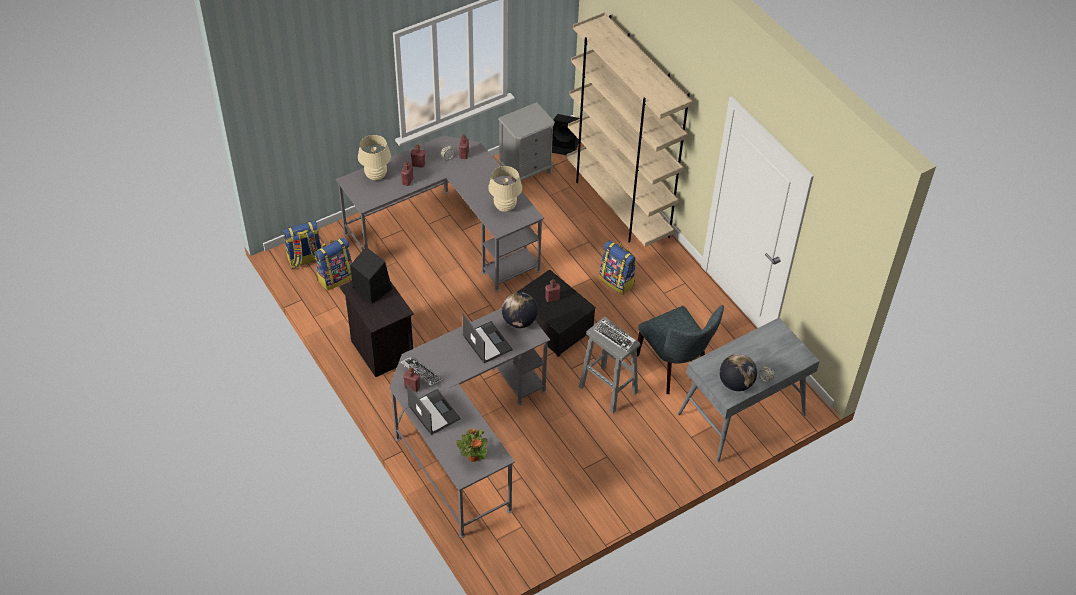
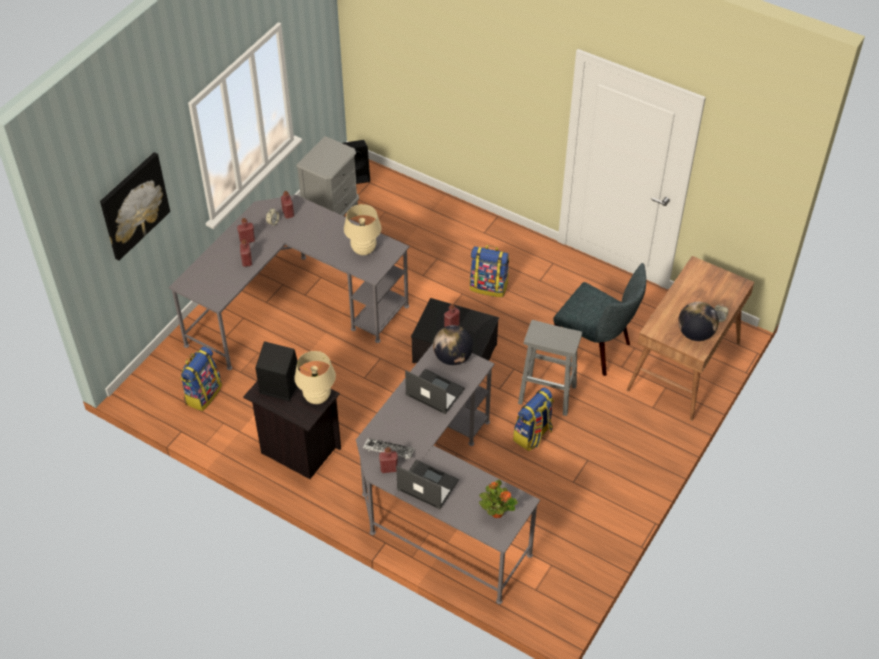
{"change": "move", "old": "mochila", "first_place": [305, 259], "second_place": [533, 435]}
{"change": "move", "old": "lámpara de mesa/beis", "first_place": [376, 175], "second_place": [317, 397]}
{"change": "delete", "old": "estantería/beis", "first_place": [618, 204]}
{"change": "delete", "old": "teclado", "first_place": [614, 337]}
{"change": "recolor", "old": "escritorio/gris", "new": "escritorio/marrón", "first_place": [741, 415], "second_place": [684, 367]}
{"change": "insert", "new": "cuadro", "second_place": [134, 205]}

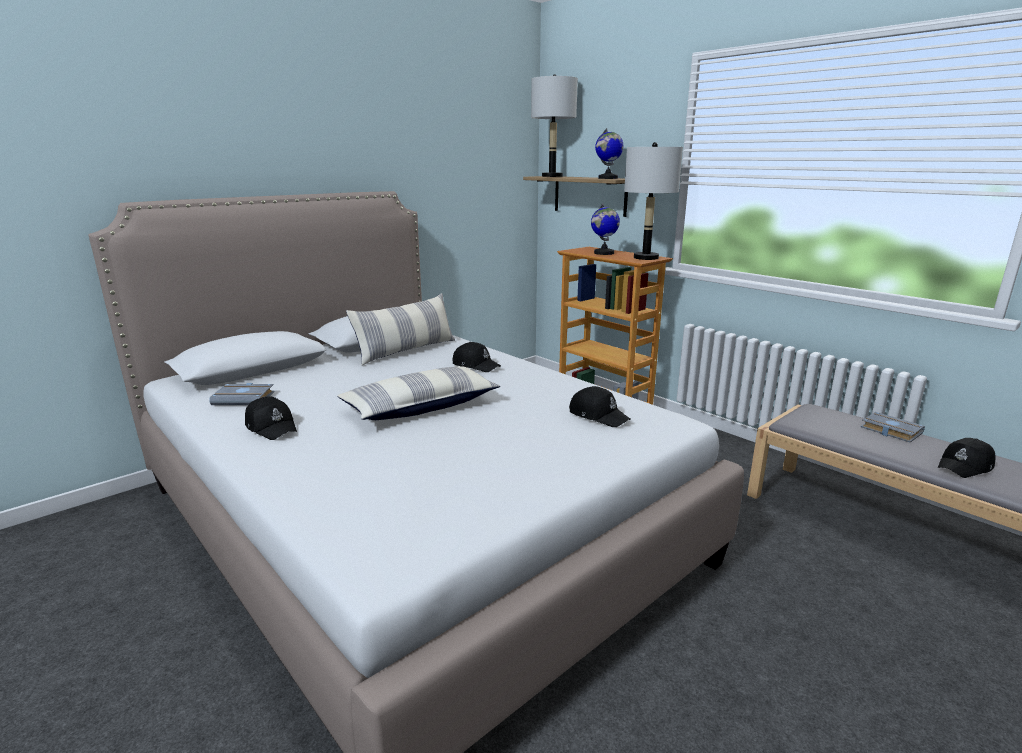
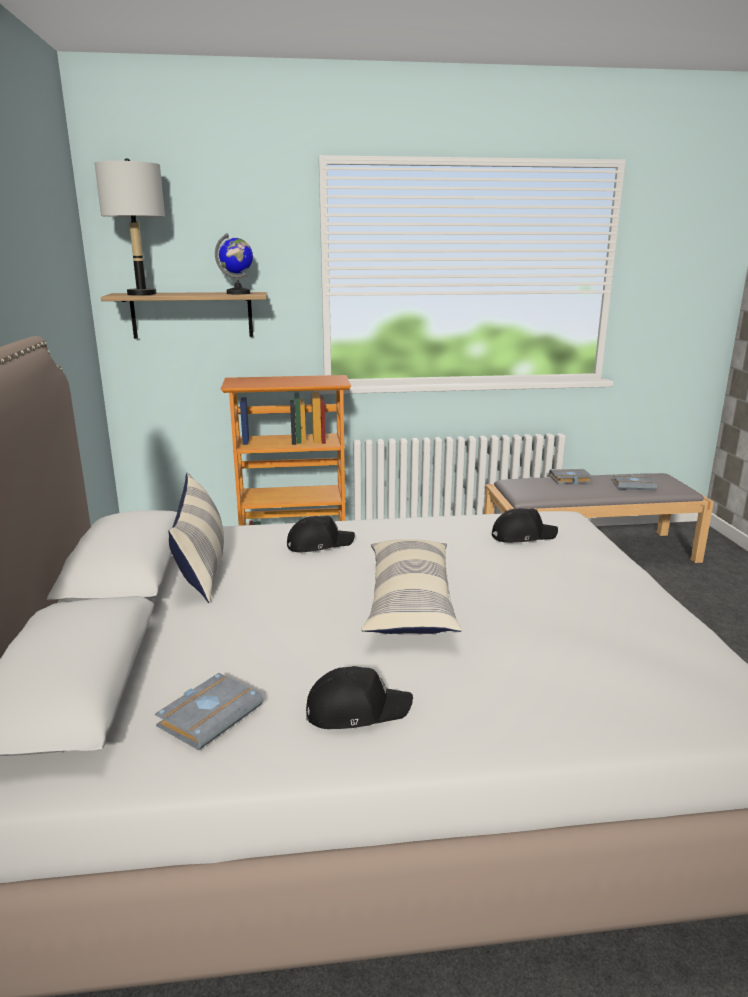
{"change": "delete", "old": "globo terráqueo", "first_place": [603, 253]}
{"change": "delete", "old": "lámpara de mesa/gris", "first_place": [646, 258]}
{"change": "replace", "old": "gorra/negro", "new": "libro/gris", "first_place": [965, 466], "second_place": [634, 485]}

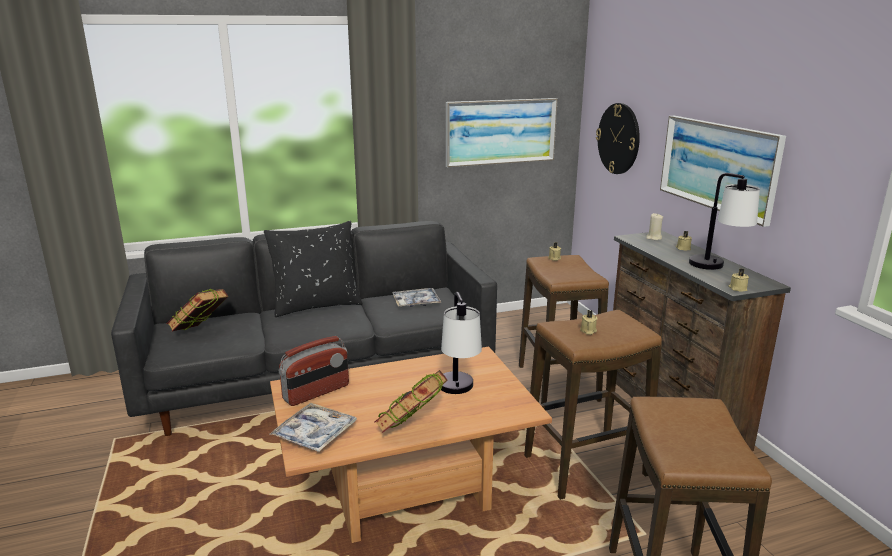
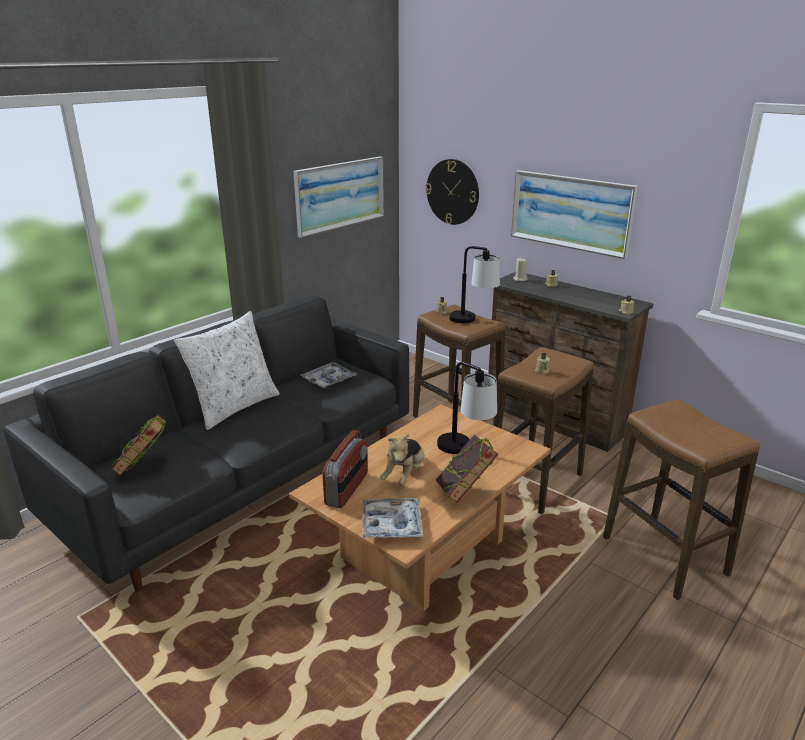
{"change": "recolor", "old": "cojín/negro", "new": "cojín/blanco", "first_place": [316, 305], "second_place": [234, 407]}
{"change": "move", "old": "lámpara de mesa", "first_place": [717, 269], "second_place": [472, 321]}
{"change": "insert", "new": "peluche", "second_place": [404, 475]}

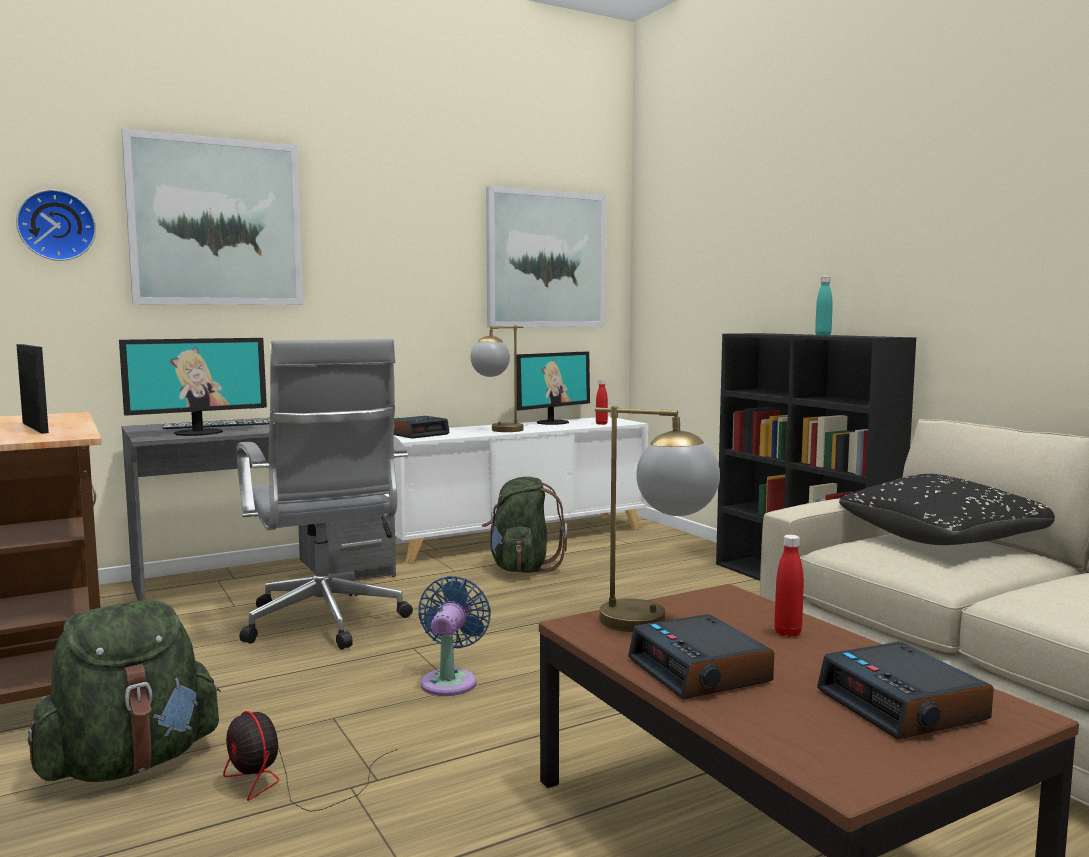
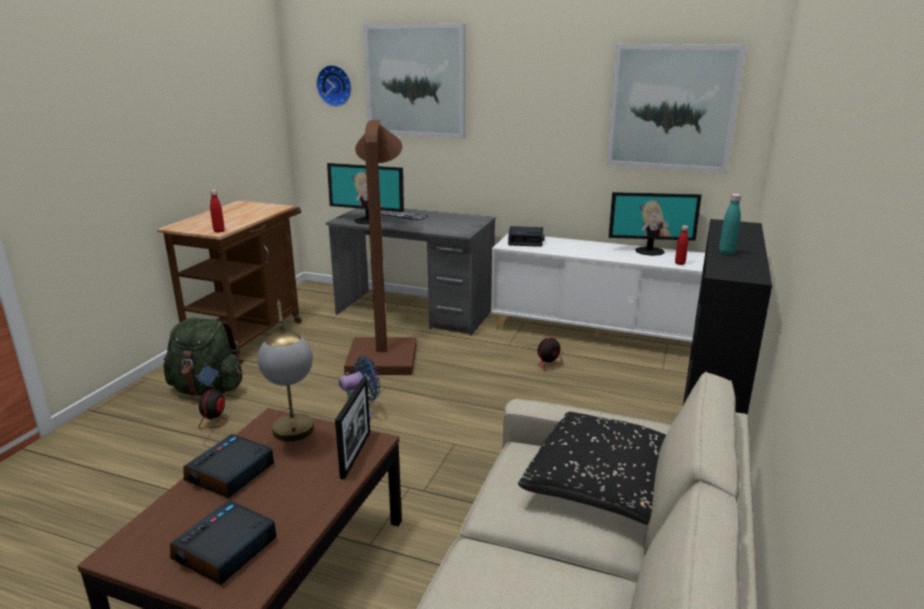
{"change": "move", "old": "portarretratos", "first_place": [35, 427], "second_place": [355, 454]}
{"change": "replace", "old": "silla de oficina/gris", "new": "lámpara de pie/marrón", "first_place": [325, 624], "second_place": [383, 353]}
{"change": "delete", "old": "lámpara de mesa", "first_place": [498, 431]}
{"change": "replace", "old": "mochila/verde", "new": "ventilador", "first_place": [522, 568], "second_place": [546, 360]}
{"change": "move", "old": "botella/rojo", "first_place": [787, 633], "second_place": [219, 231]}

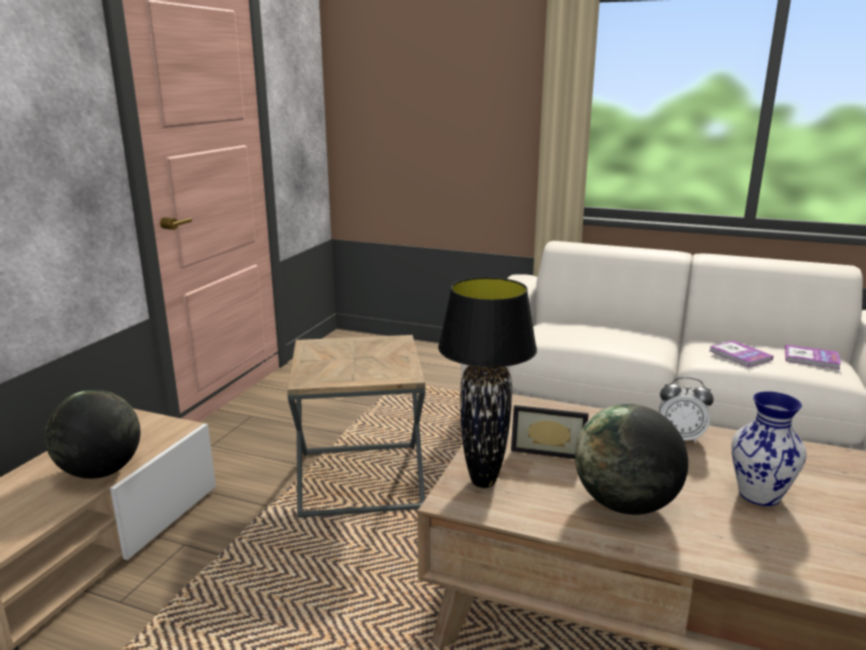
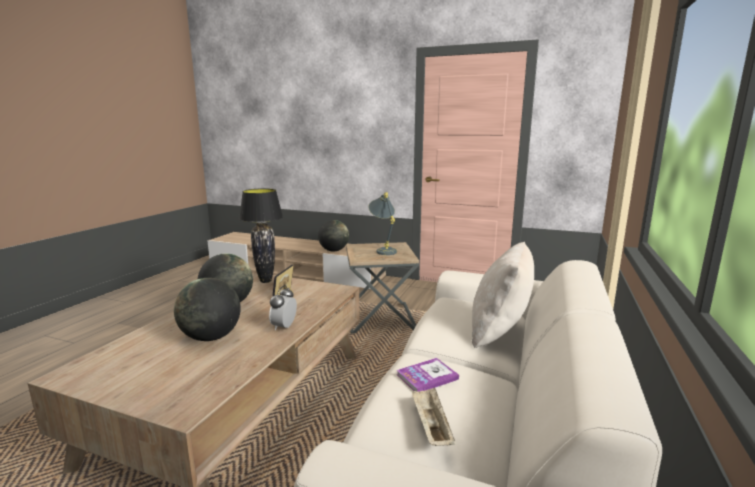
{"change": "replace", "old": "florero", "new": "globo terráqueo", "first_place": [758, 494], "second_place": [211, 337]}
{"change": "replace", "old": "libro", "new": "bandeja/beis", "first_place": [811, 358], "second_place": [431, 427]}
{"change": "insert", "new": "lámpara de mesa/gris", "second_place": [383, 250]}
{"change": "insert", "new": "cojín/beis", "second_place": [499, 331]}

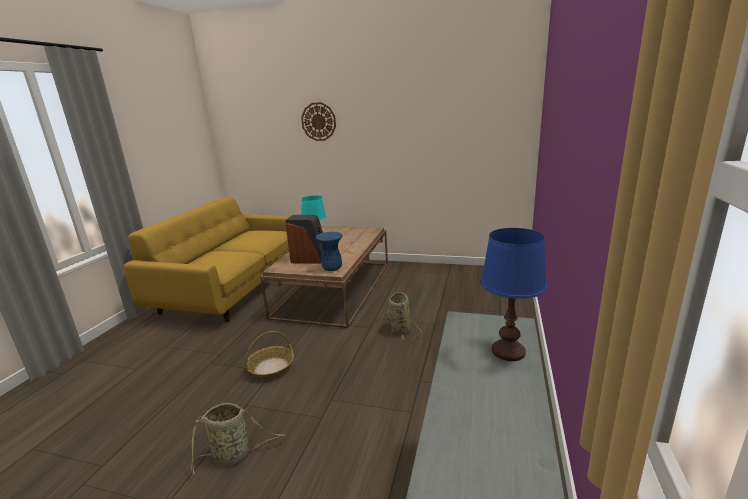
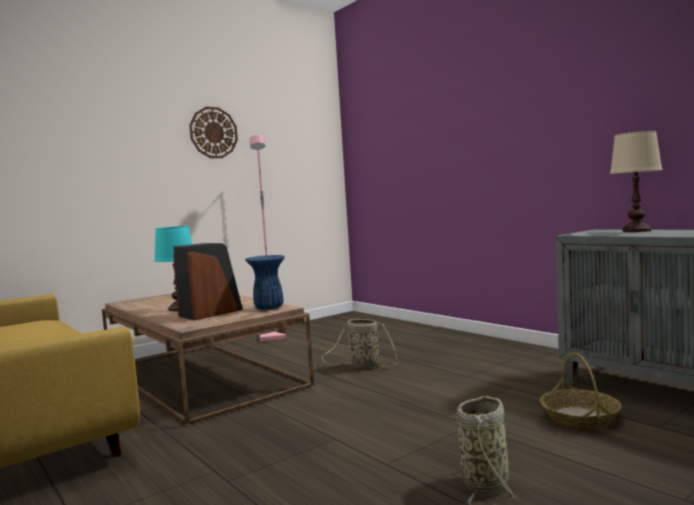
{"change": "move", "old": "cesta", "first_place": [271, 368], "second_place": [580, 417]}
{"change": "move", "old": "reloj de pared", "first_place": [318, 121], "second_place": [213, 132]}
{"change": "recolor", "old": "lámpara de mesa/azul", "new": "lámpara de mesa/beis", "first_place": [508, 351], "second_place": [636, 231]}
{"change": "insert", "new": "lámpara de pie/rosa", "second_place": [273, 337]}

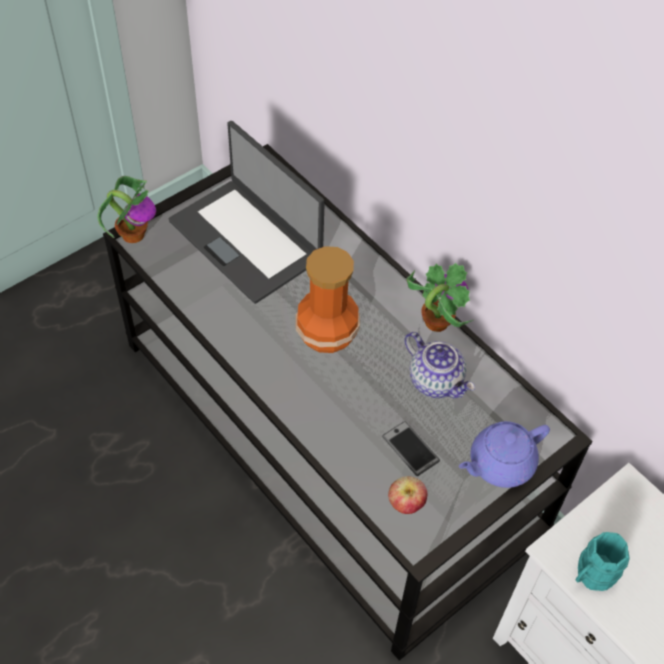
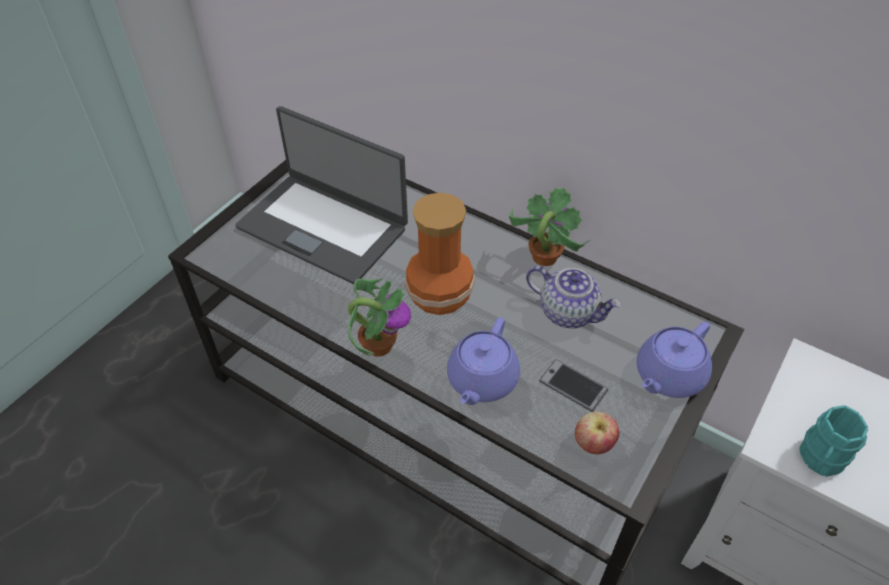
{"change": "move", "old": "planta en maceta", "first_place": [133, 234], "second_place": [378, 344]}
{"change": "insert", "new": "tetera/morado", "second_place": [481, 380]}

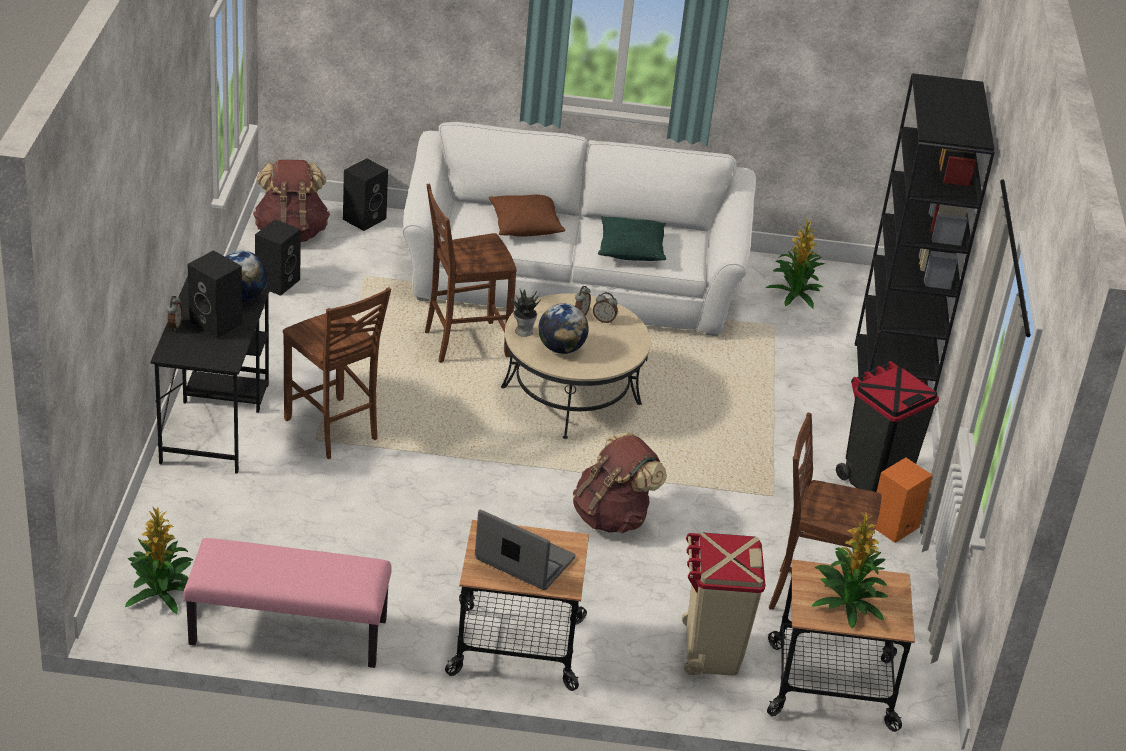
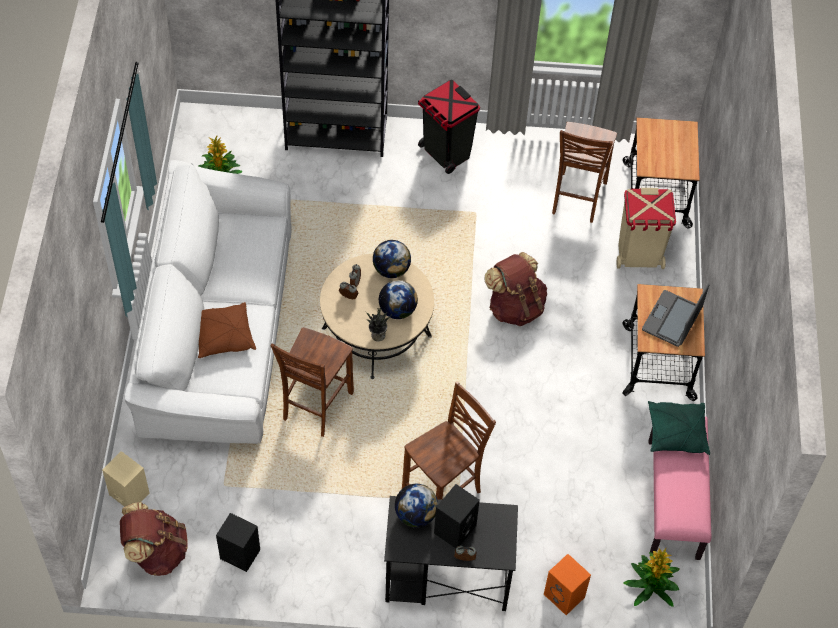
{"change": "recolor", "old": "altavoz/negro", "new": "altavoz/beis", "first_place": [364, 218], "second_place": [128, 494]}
{"change": "rotate", "old": "silla/marrón", "first_place": [464, 343], "second_place": [315, 407], "degrees": 45}
{"change": "move", "old": "cojín/verde", "first_place": [630, 249], "second_place": [676, 433]}
{"change": "delete", "old": "planta en maceta", "first_place": [847, 603]}
{"change": "move", "old": "altavoz/naranja", "first_place": [894, 527], "second_place": [565, 596]}
{"change": "insert", "new": "globo terráqueo", "second_place": [391, 269]}

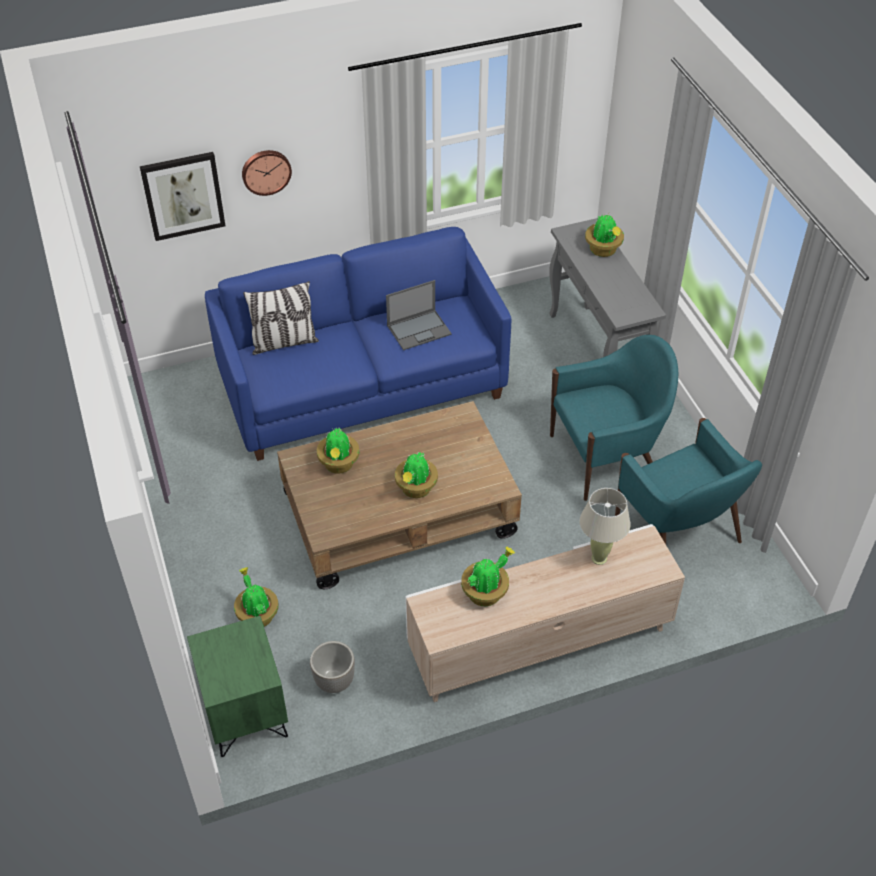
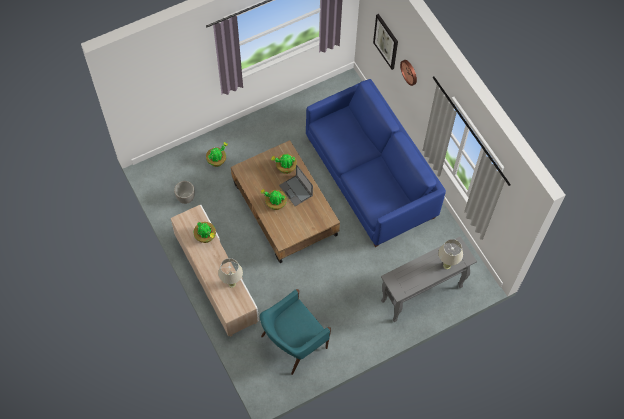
{"change": "delete", "old": "mesita de noche/verde", "first_place": [244, 714]}
{"change": "delete", "old": "cojín", "first_place": [284, 343]}
{"change": "move", "old": "portátil", "first_place": [419, 329], "second_place": [296, 191]}
{"change": "delete", "old": "sillón/turquesa", "first_place": [606, 457]}
{"change": "replace", "old": "planta en maceta", "new": "lámpara de mesa/beis", "first_place": [603, 250], "second_place": [446, 266]}

